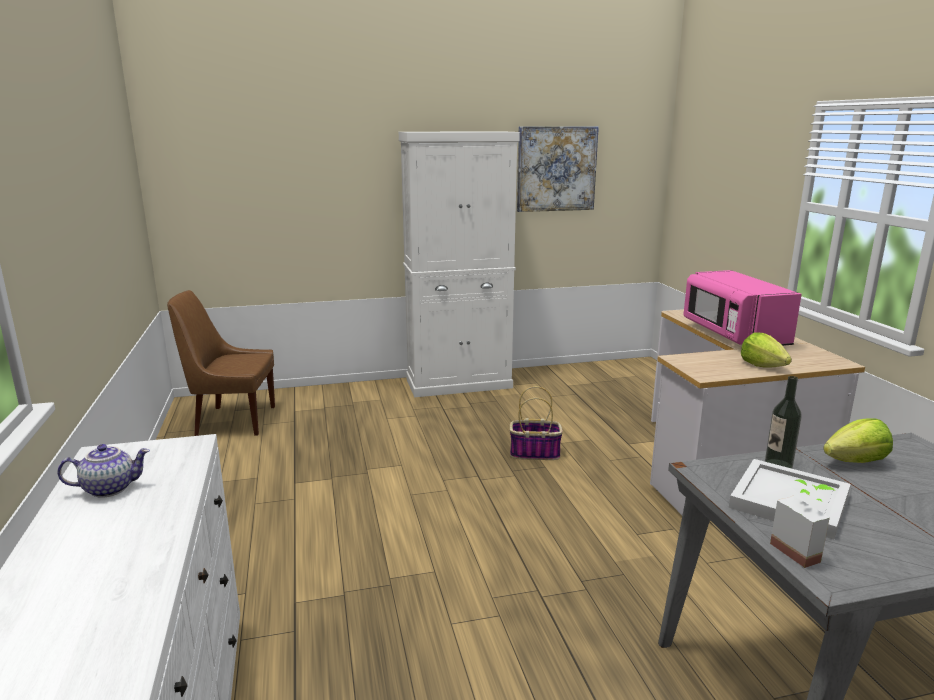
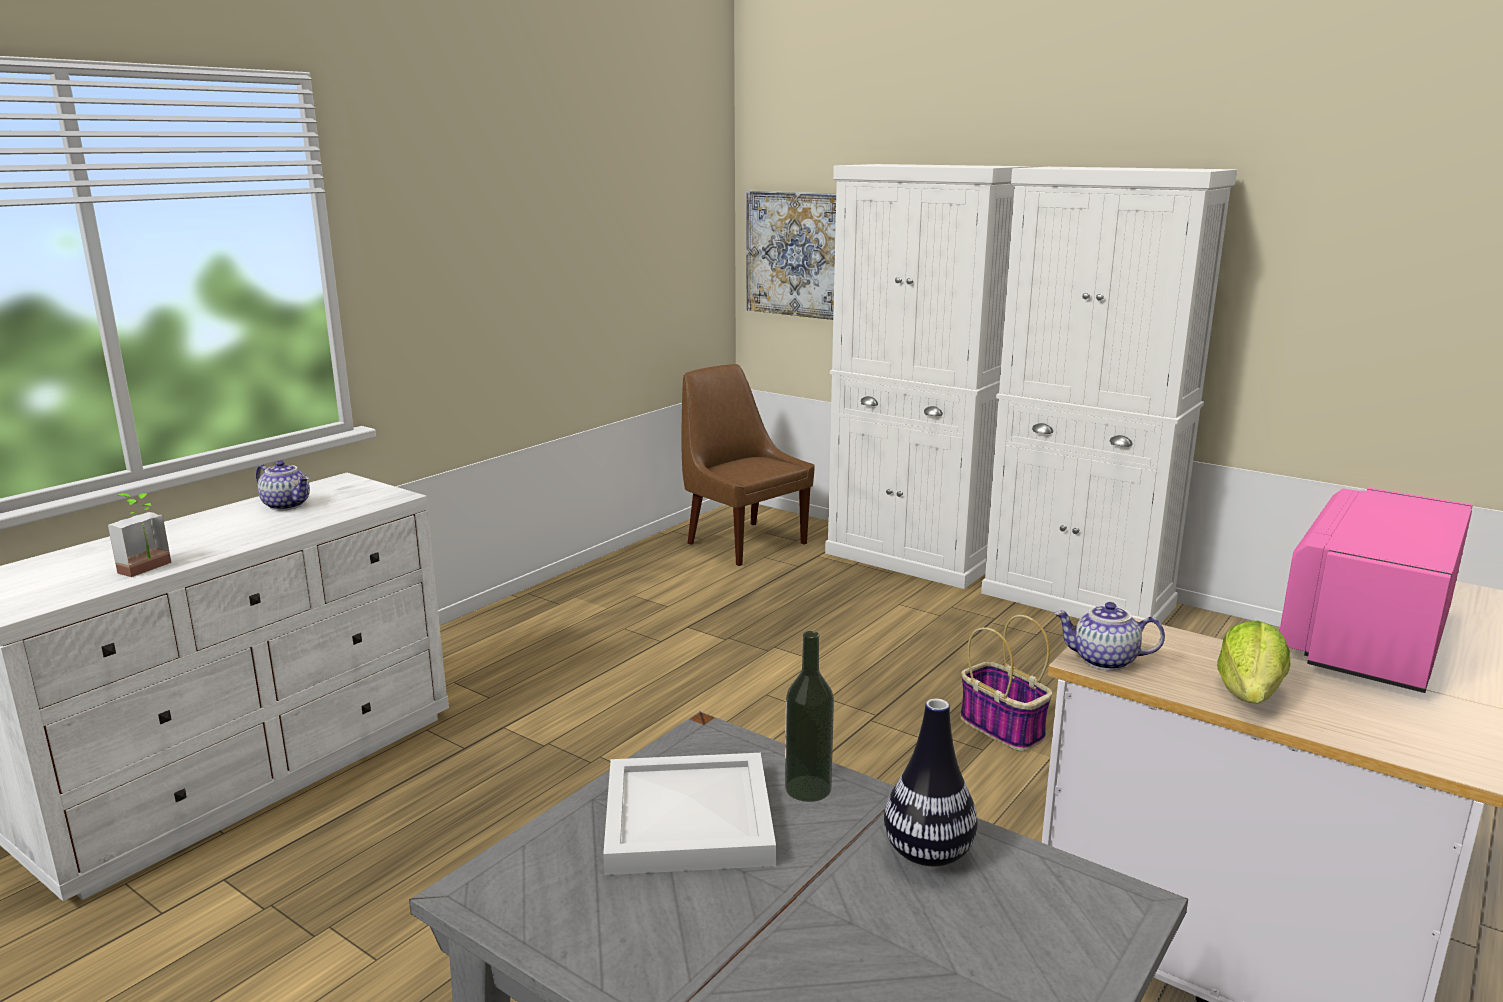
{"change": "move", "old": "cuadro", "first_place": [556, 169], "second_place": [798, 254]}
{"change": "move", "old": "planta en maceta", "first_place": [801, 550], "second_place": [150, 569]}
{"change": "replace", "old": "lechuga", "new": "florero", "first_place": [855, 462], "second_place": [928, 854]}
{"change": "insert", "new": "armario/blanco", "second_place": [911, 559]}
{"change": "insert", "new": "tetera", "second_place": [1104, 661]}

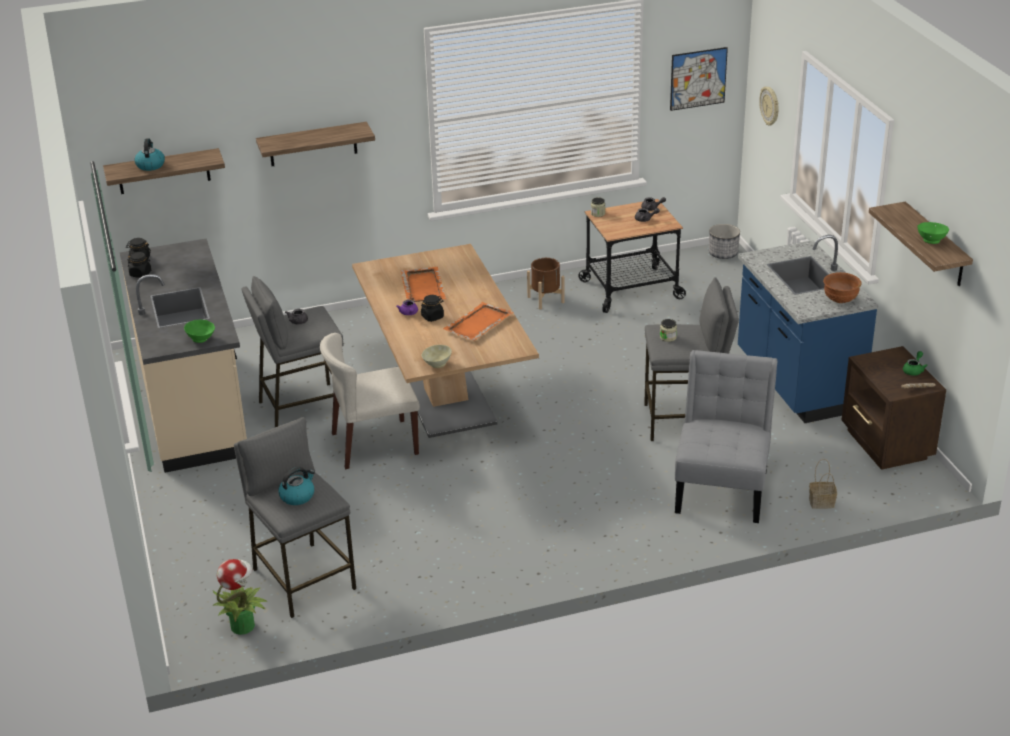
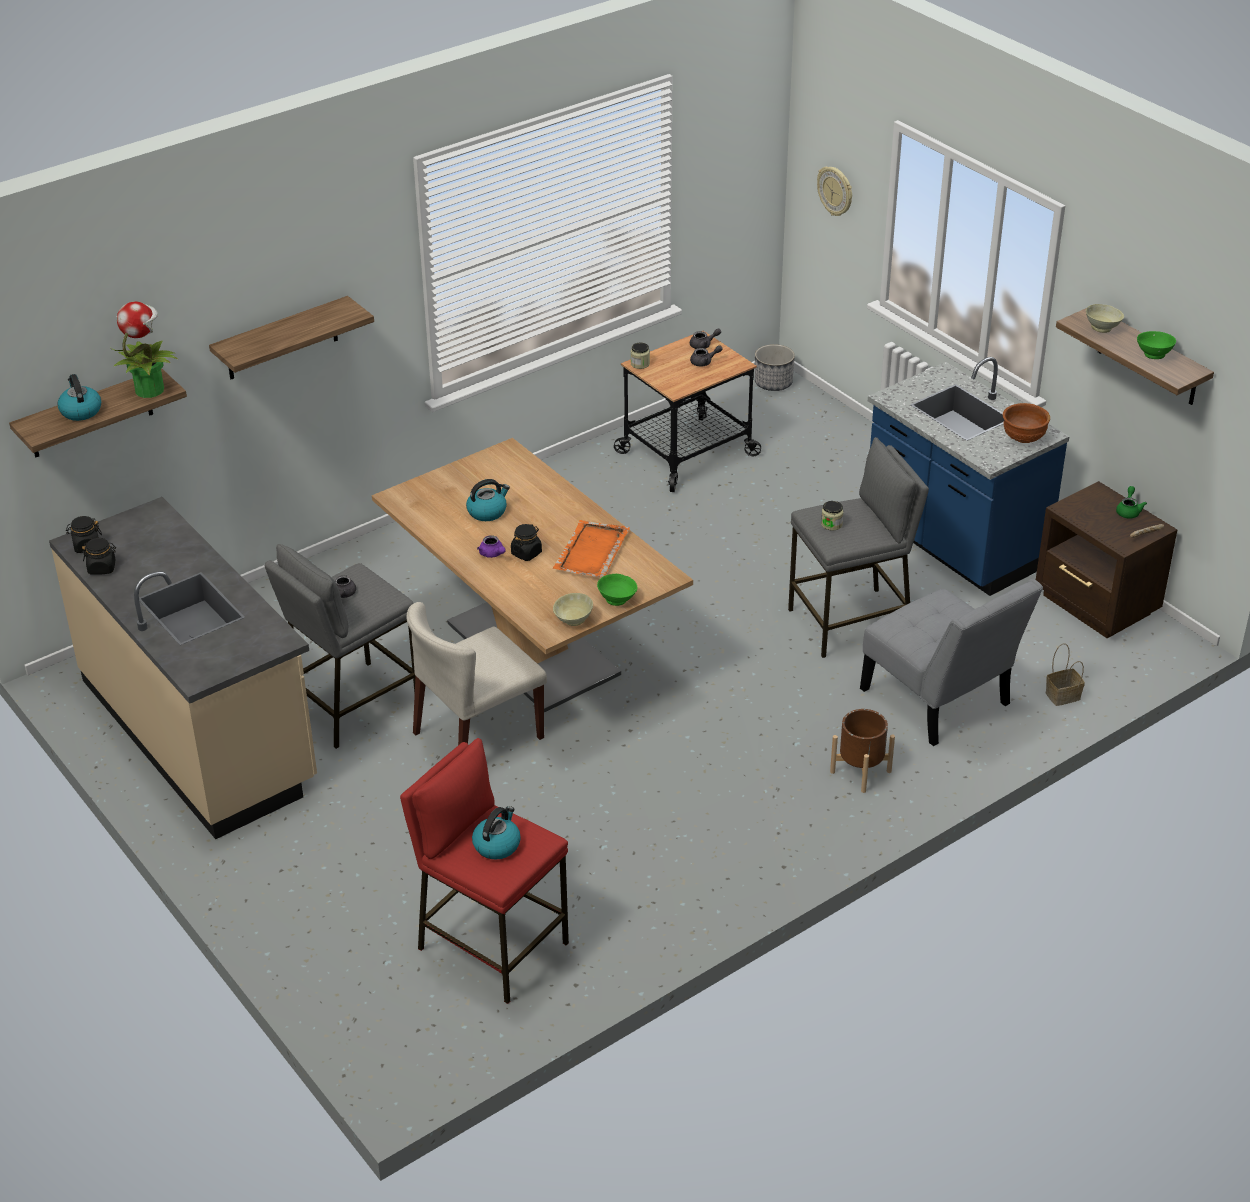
{"change": "move", "old": "cuenco/verde", "first_place": [201, 339], "second_place": [617, 600]}
{"change": "move", "old": "planta en maceta", "first_place": [243, 625], "second_place": [150, 389]}
{"change": "recolor", "old": "taburete/gris", "new": "taburete/rojo", "first_place": [303, 579], "second_place": [492, 946]}
{"change": "replace", "old": "bandeja/naranja", "new": "hervidor", "first_place": [423, 286], "second_place": [487, 511]}
{"change": "move", "old": "maceta/marrón", "first_place": [545, 299], "second_place": [860, 772]}
{"change": "delete", "old": "cuadro", "first_place": [698, 78]}
{"change": "rotate", "old": "silla/gris", "first_place": [722, 488], "second_place": [940, 702], "degrees": 150}
{"change": "insert", "new": "cuenco/beis", "second_place": [1102, 328]}

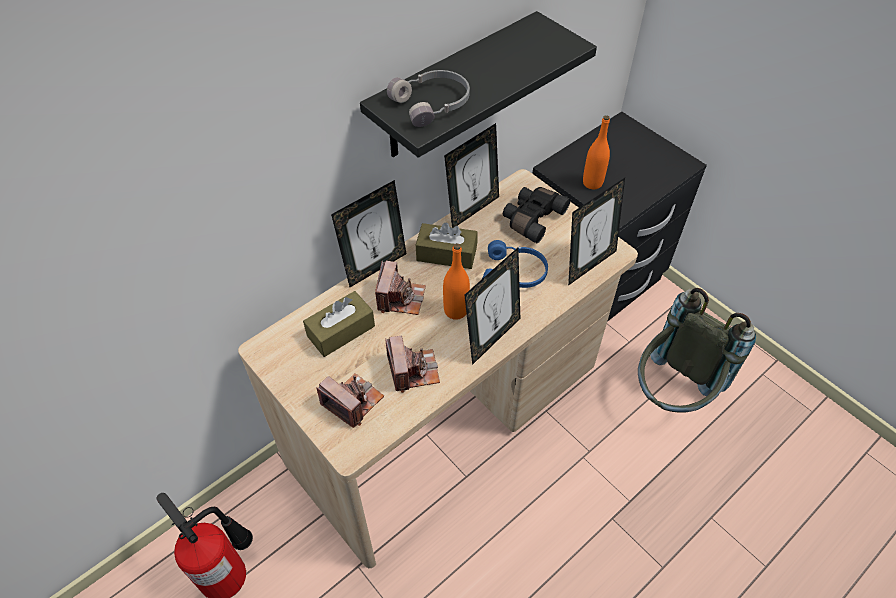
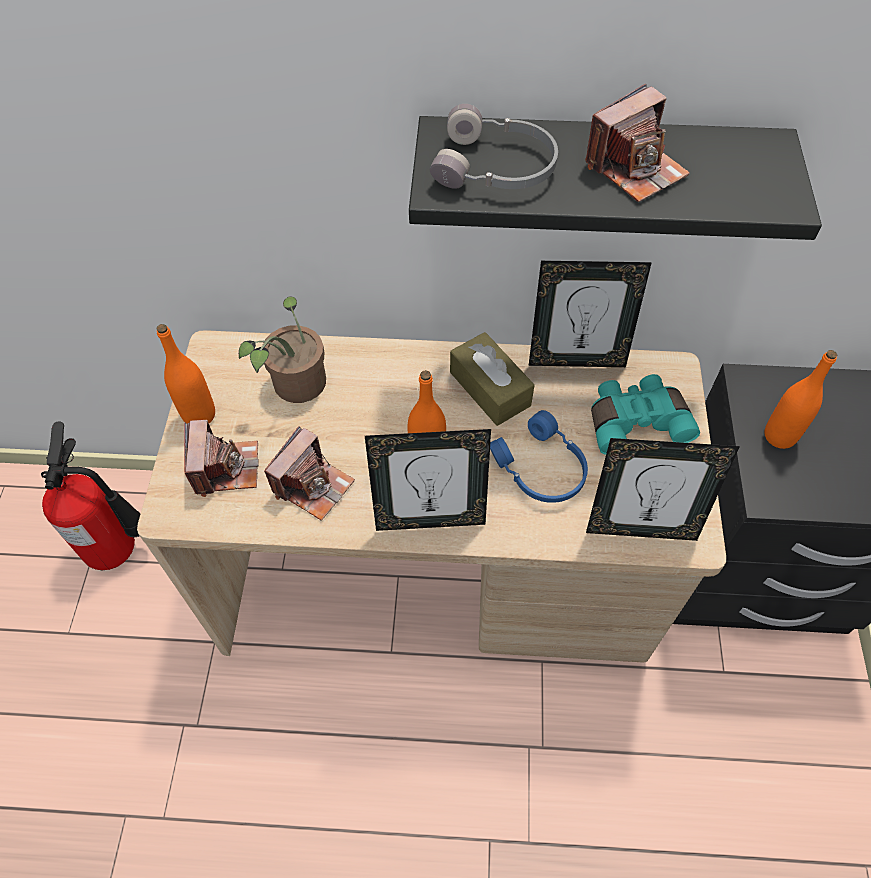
{"change": "replace", "old": "caja de pañuelos/marrón", "new": "planta en maceta", "first_place": [341, 331], "second_place": [295, 388]}
{"change": "delete", "old": "portarretratos", "first_place": [375, 267]}
{"change": "move", "old": "cámara", "first_place": [400, 298], "second_place": [635, 168]}
{"change": "recolor", "old": "prismáticos/negro", "new": "prismáticos/turquesa", "first_place": [532, 218], "second_place": [636, 421]}
{"change": "delete", "old": "mochila/gris", "first_place": [671, 394]}
{"change": "insert", "new": "botella/naranja", "second_place": [199, 415]}

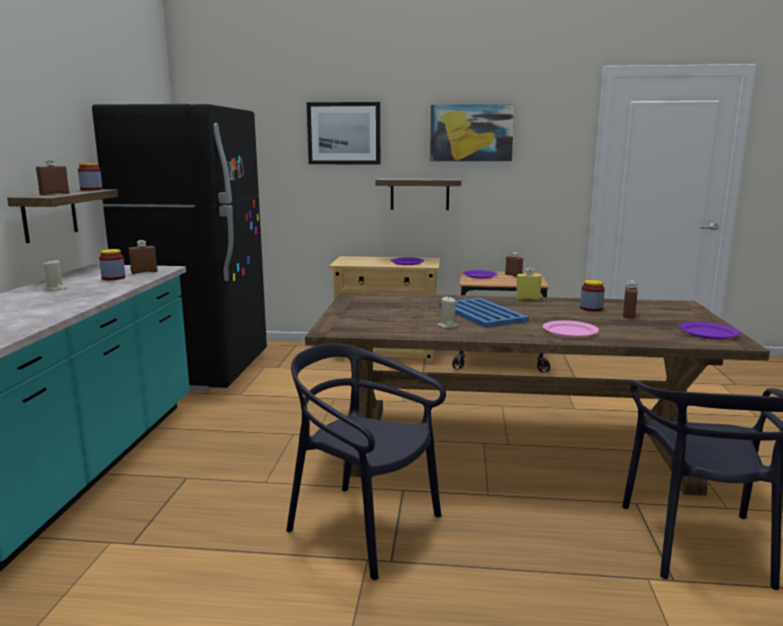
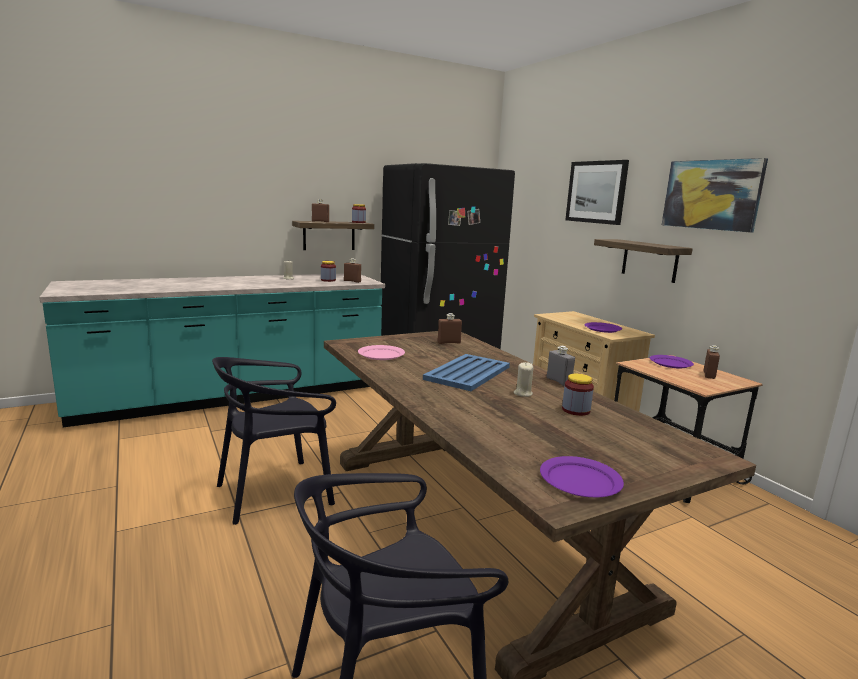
{"change": "rotate", "old": "silla/negro", "first_place": [364, 527], "second_place": [275, 492], "degrees": -120}
{"change": "move", "old": "vela/beis", "first_place": [447, 326], "second_place": [522, 393]}
{"change": "recolor", "old": "botella/amarillo", "new": "botella/gris", "first_place": [527, 299], "second_place": [558, 381]}
{"change": "move", "old": "plato/rosa", "first_place": [570, 331], "second_place": [381, 354]}
{"change": "move", "old": "botella/marrón", "first_place": [628, 315], "second_place": [449, 342]}

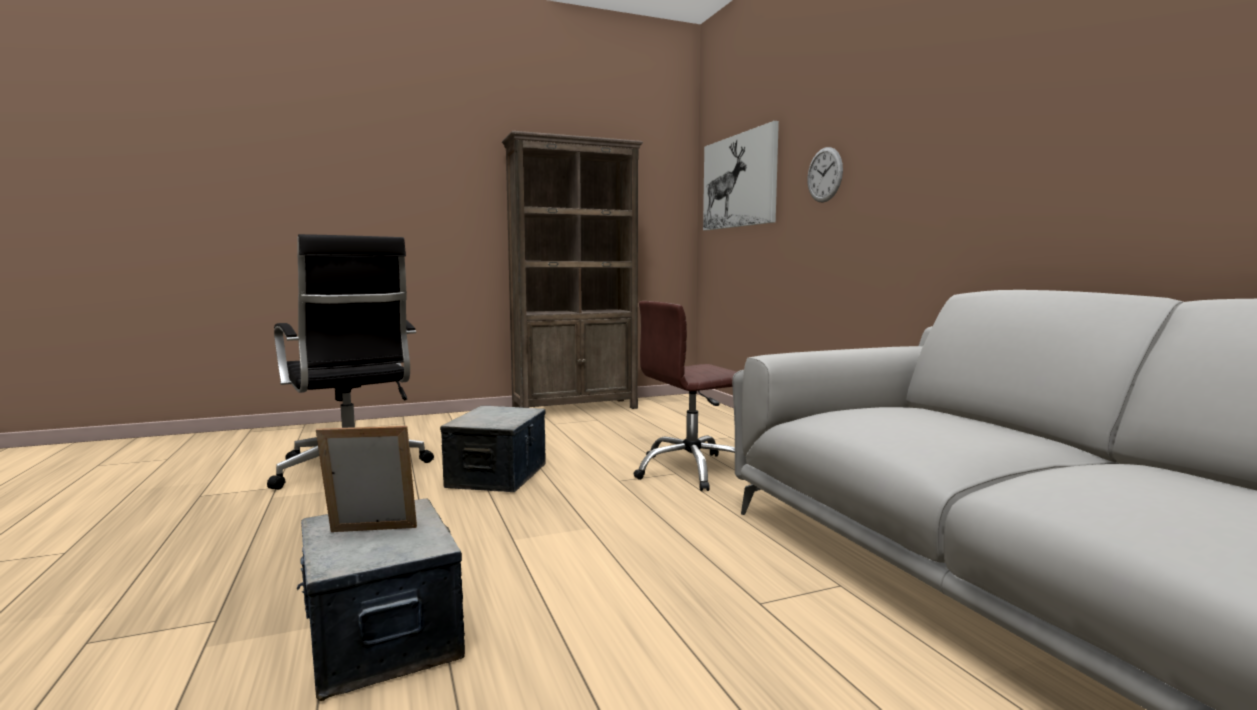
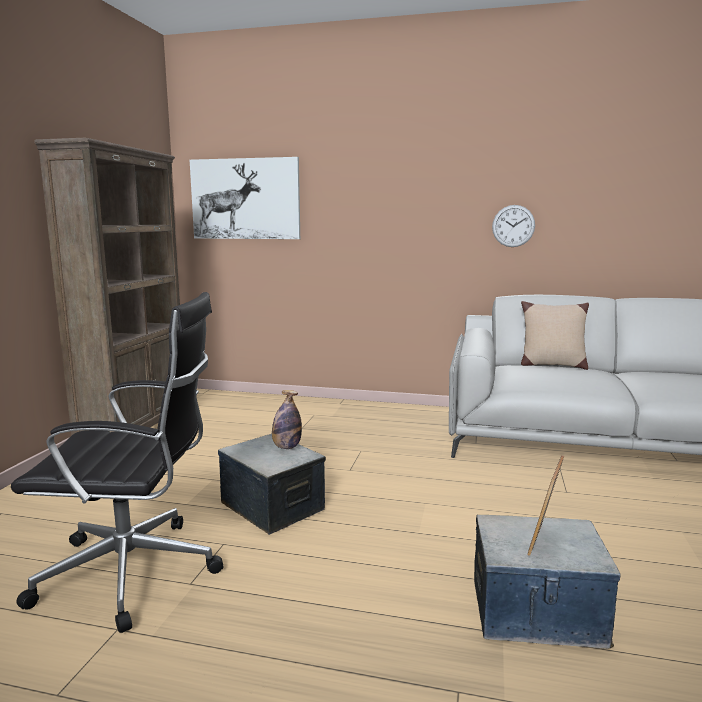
{"change": "delete", "old": "silla de oficina/marrón", "first_place": [691, 471]}
{"change": "move", "old": "reloj de pared", "first_place": [824, 175], "second_place": [513, 226]}
{"change": "insert", "new": "botella", "second_place": [286, 447]}
{"change": "insert", "new": "cojín/beis", "second_place": [551, 365]}

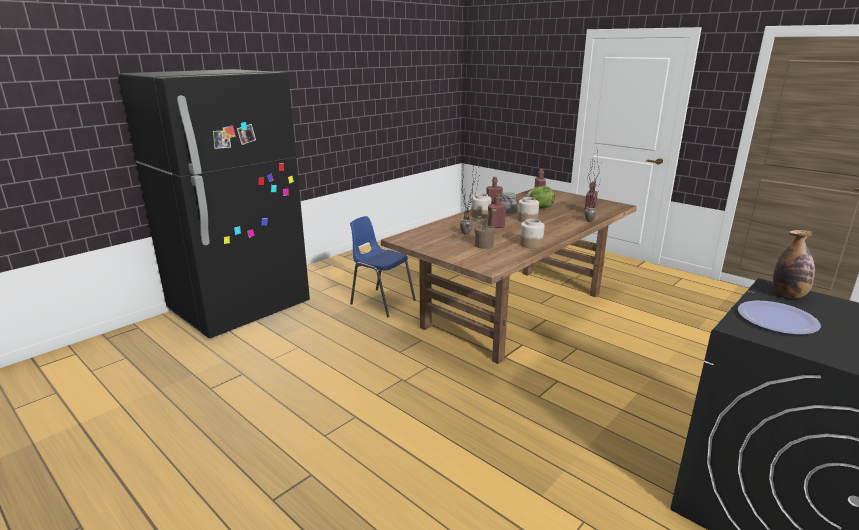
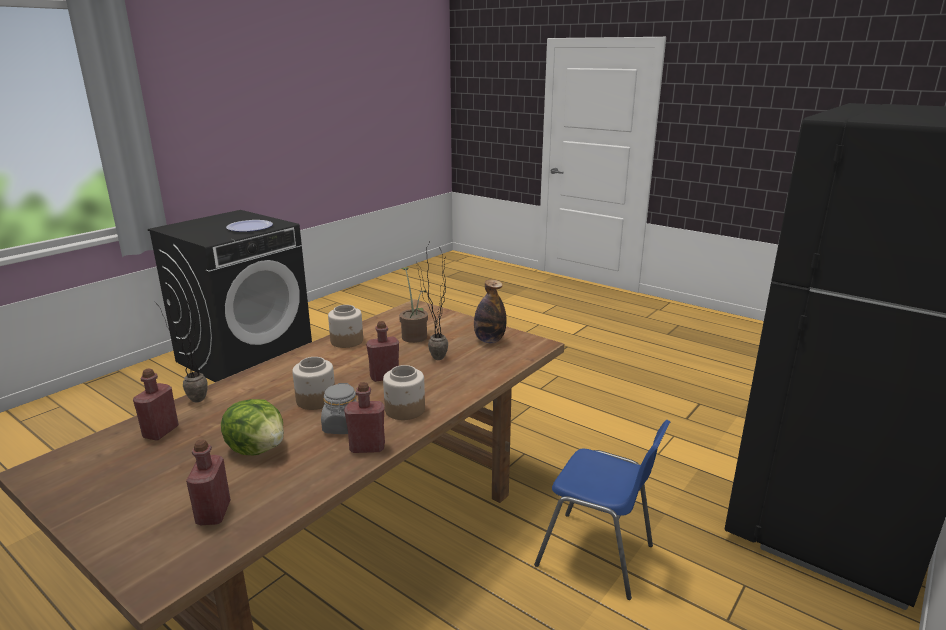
{"change": "move", "old": "botella", "first_place": [788, 295], "second_place": [489, 340]}

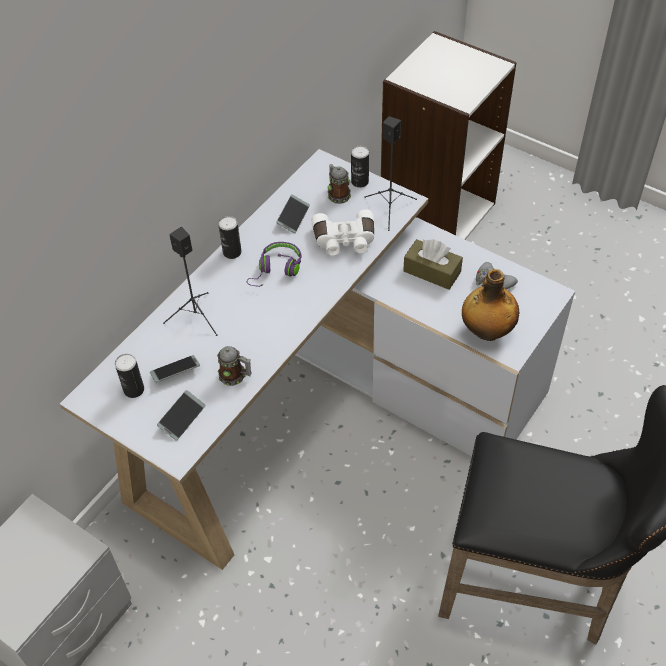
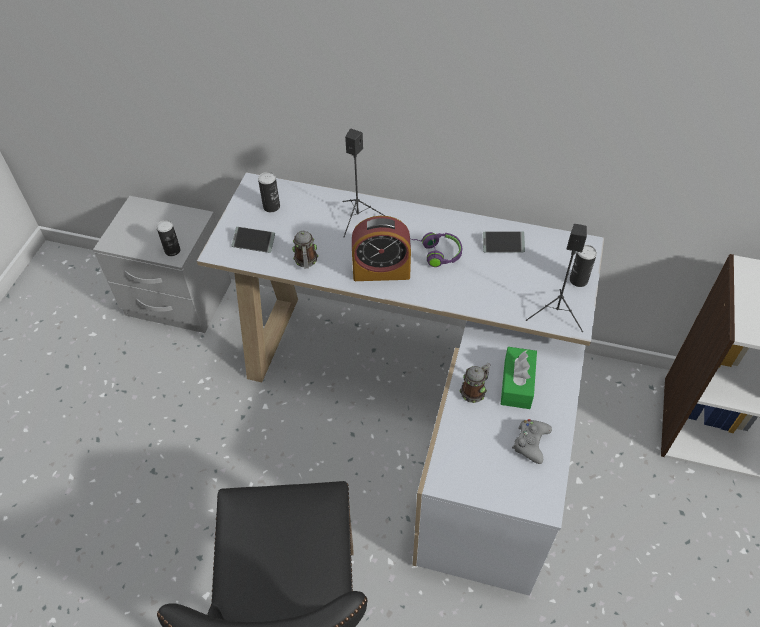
{"change": "delete", "old": "móvil", "first_place": [175, 372]}
{"change": "move", "old": "lata", "first_place": [232, 252], "second_place": [172, 250]}
{"change": "delete", "old": "prismáticos/blanco", "first_place": [344, 241]}
{"change": "move", "old": "taza grande", "first_place": [337, 194], "second_place": [475, 390]}
{"change": "recolor", "old": "caja de pañuelos/marrón", "new": "caja de pañuelos/verde", "first_place": [432, 271], "second_place": [517, 384]}
{"change": "delete", "old": "botella", "first_place": [486, 331]}
{"change": "insert", "new": "despertador", "second_place": [381, 271]}

